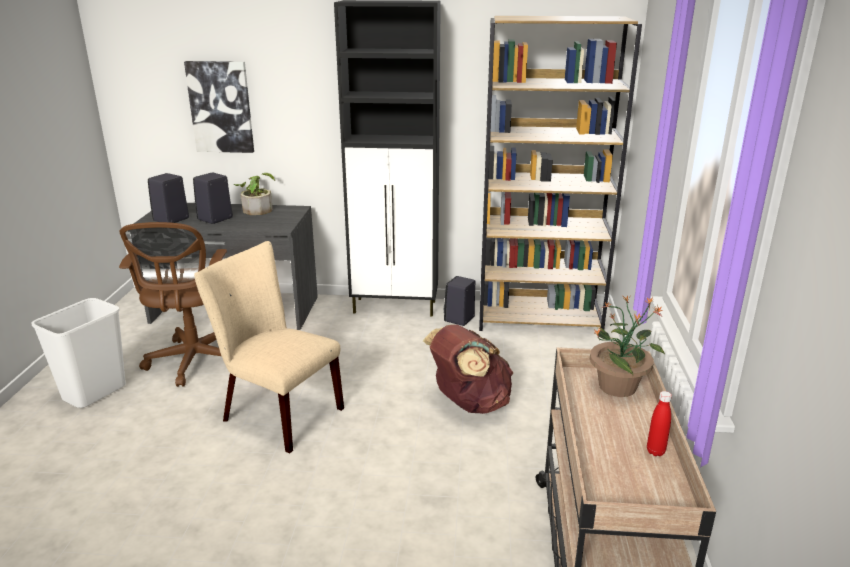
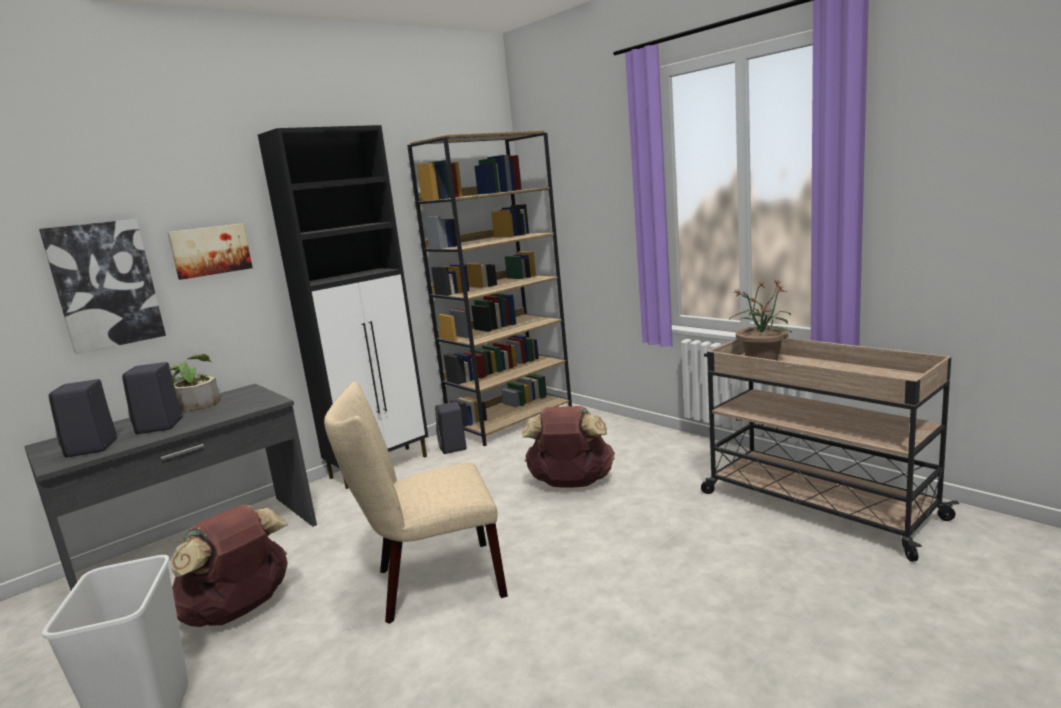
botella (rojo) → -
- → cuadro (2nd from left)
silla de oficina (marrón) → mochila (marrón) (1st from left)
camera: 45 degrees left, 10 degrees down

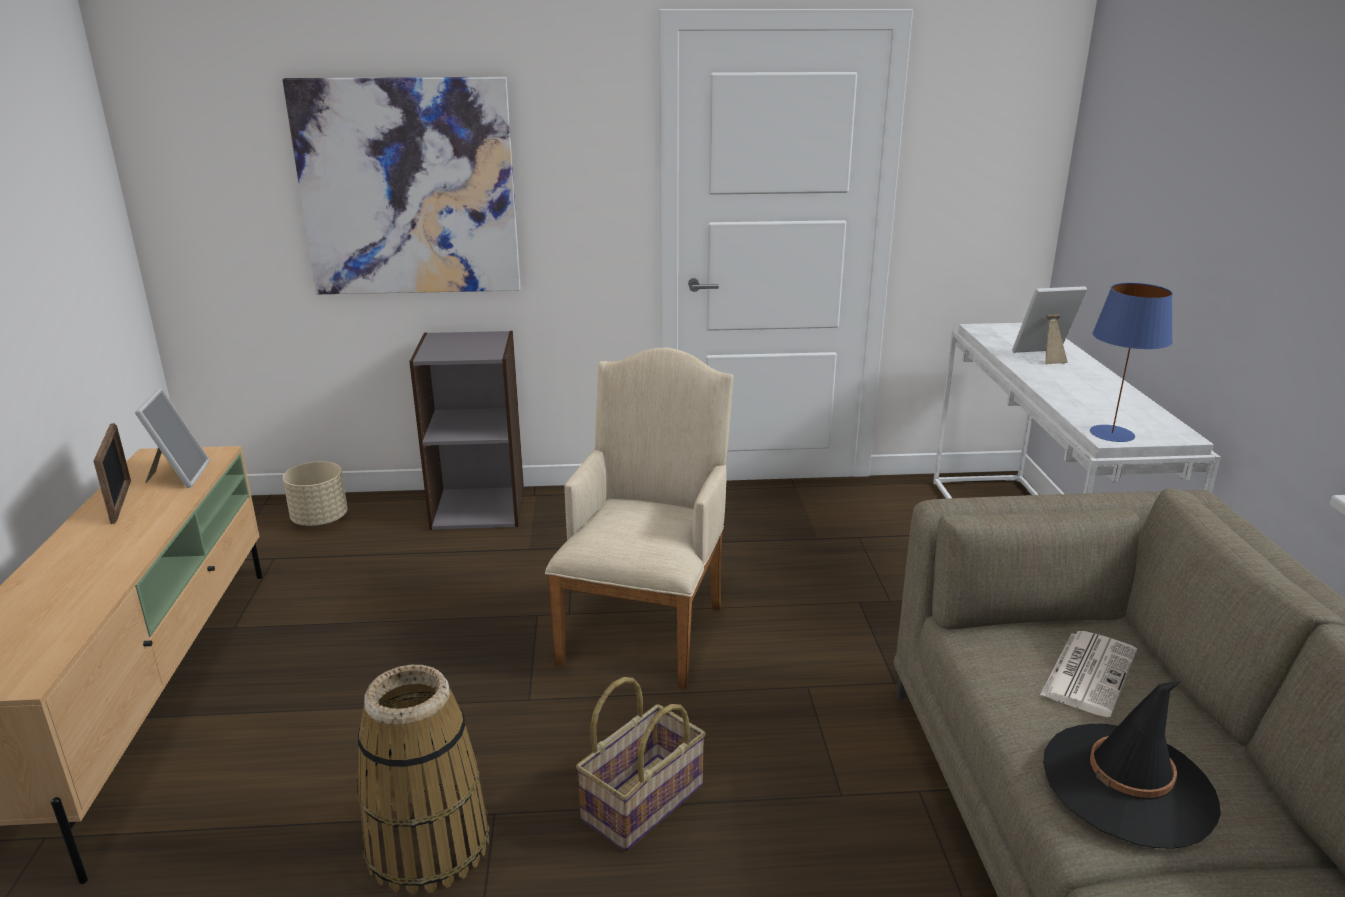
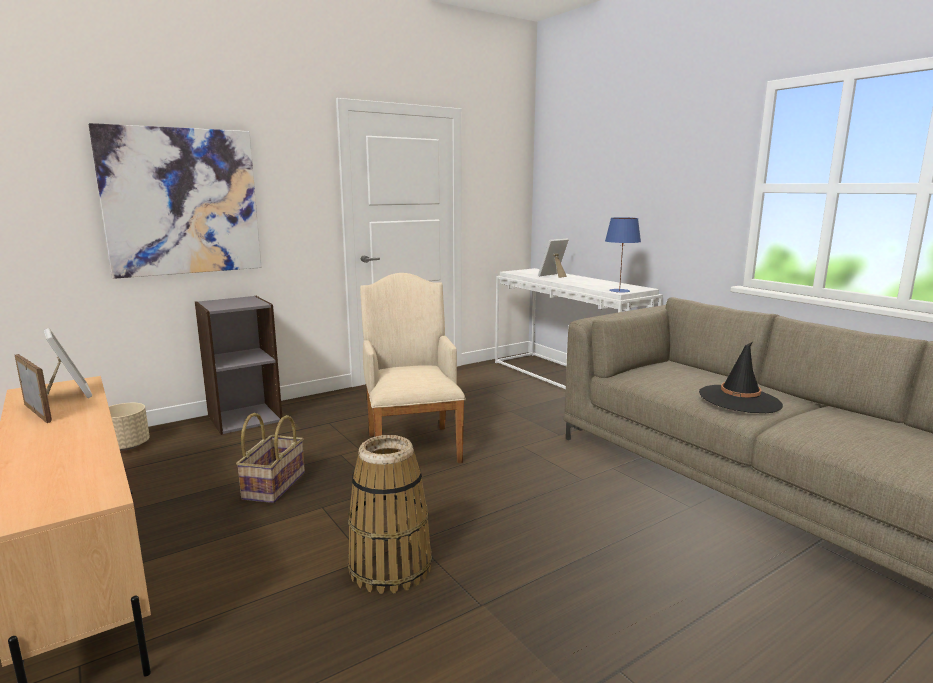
periódico → -
cesta (2nd from left in the first image) → cesta (1st from left), moved
camera: 30 degrees left, 10 degrees down

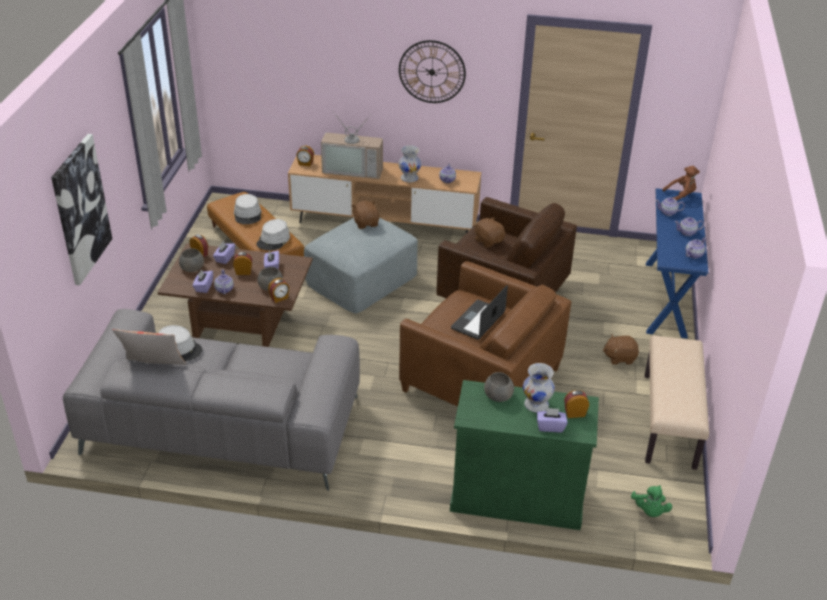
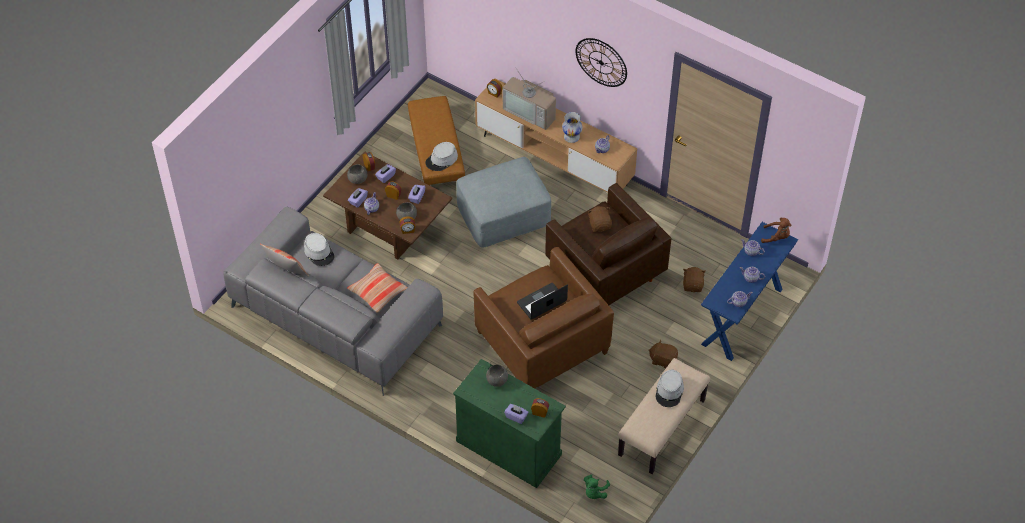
cuadro → -
florero (blanco) (2nd from left) → -
- → cojín (2nd from left)
sombrero (gris) (2nd from left in the first image) → sombrero (gris) (3rd from left), moved
peluche (marrón) (1st from left in the first image) → peluche (marrón) (3rd from left), moved
camera: 25 degrees right, 15 degrees up

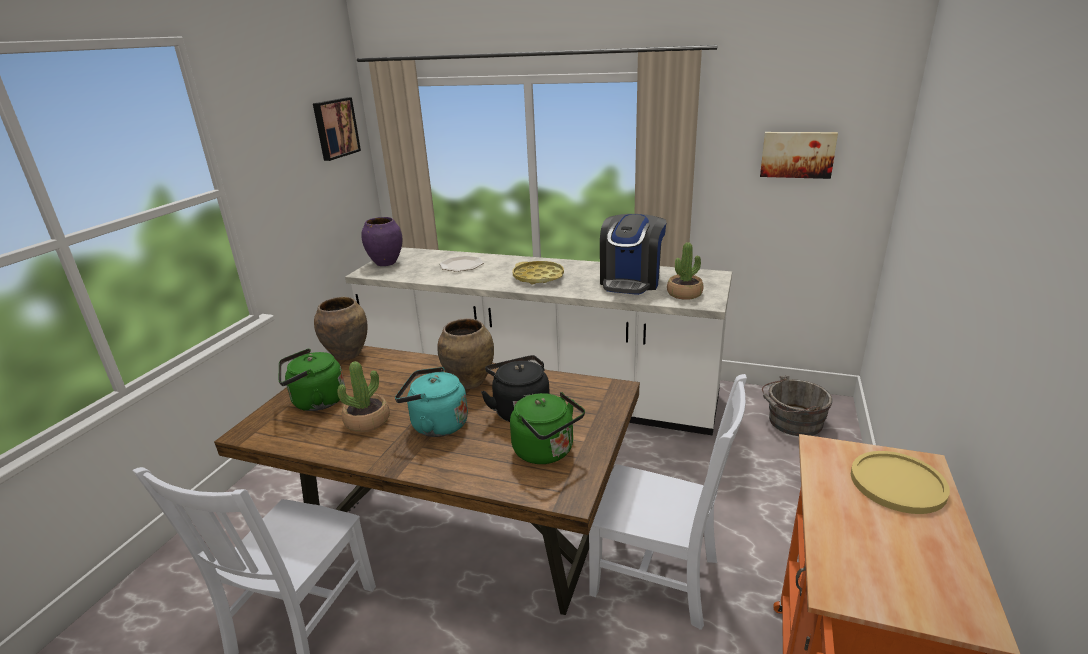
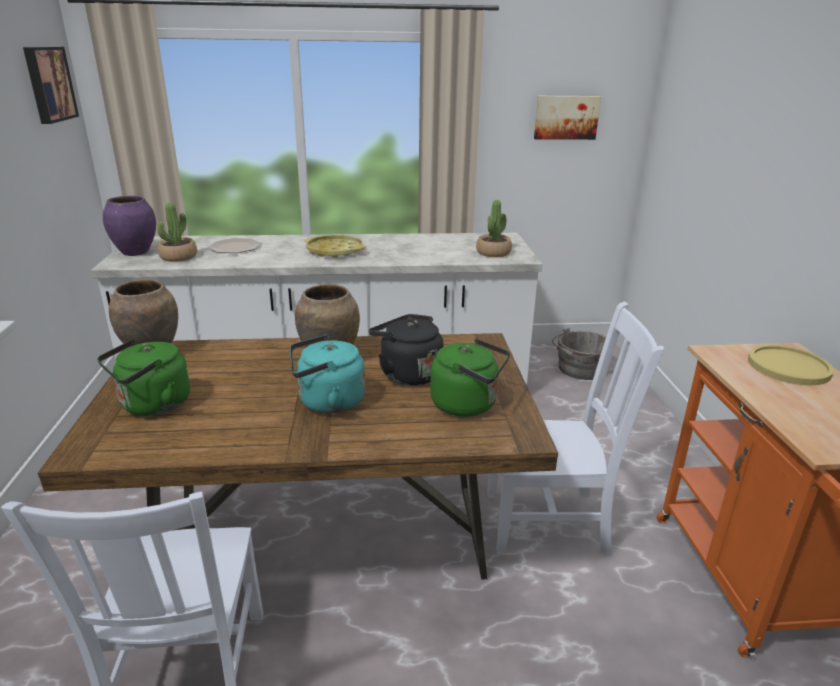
cafetera → -
planta en maceta (1st from left), moved
camera: 25 degrees left, 0 degrees up

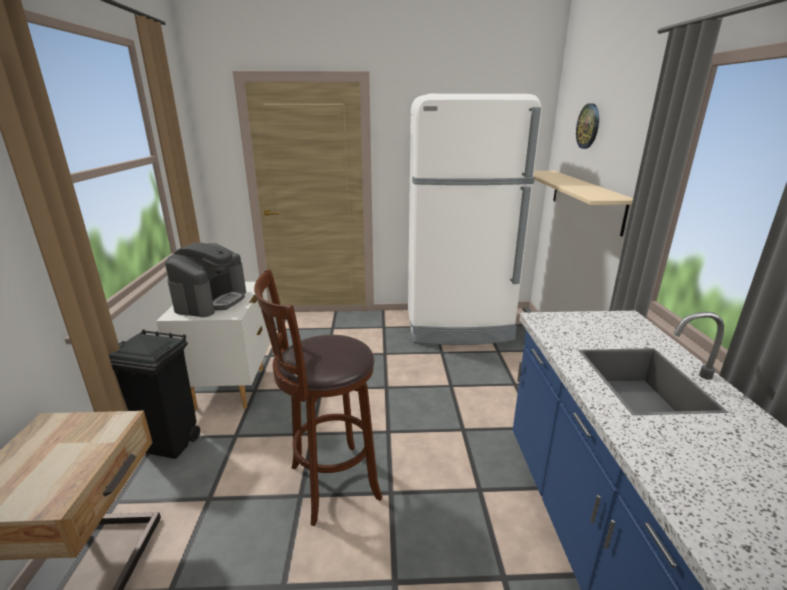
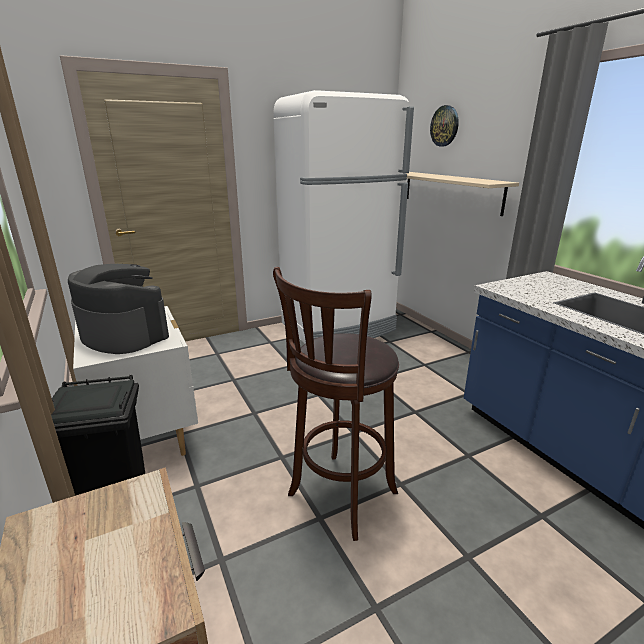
cafetera, 45 degrees counterclockwise
camera: 25 degrees left, 0 degrees up

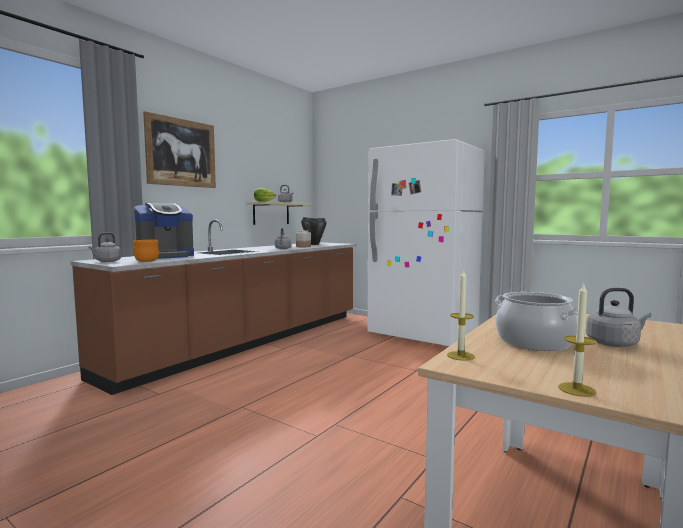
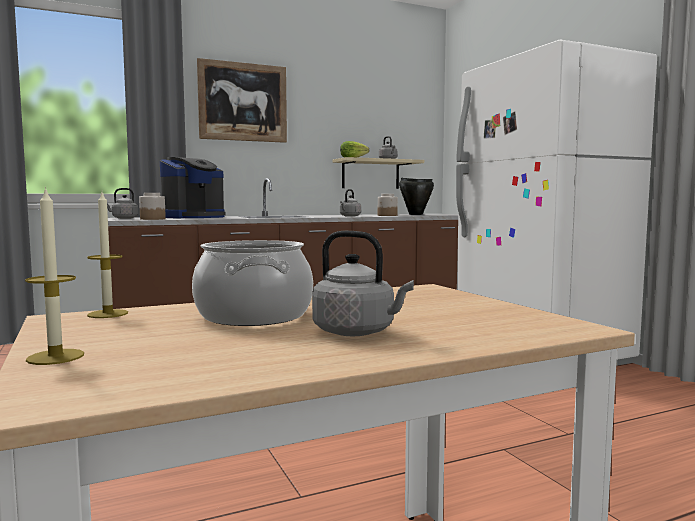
cuenco (naranja) → tarro (1st from left)
cafetera, 45 degrees counterclockwise
camera: 30 degrees right, 0 degrees up

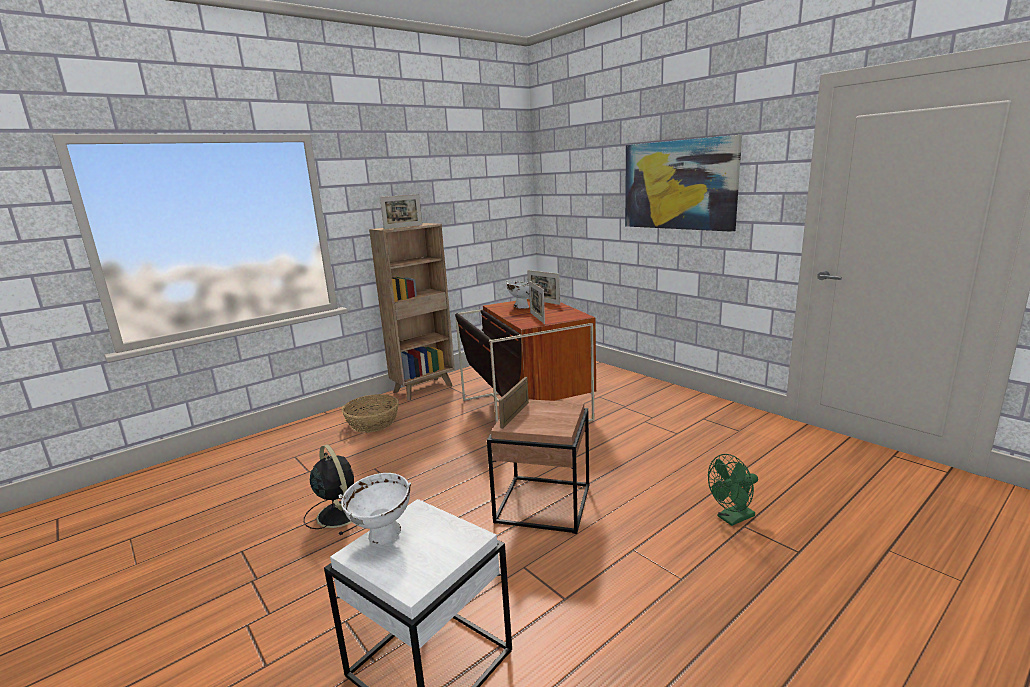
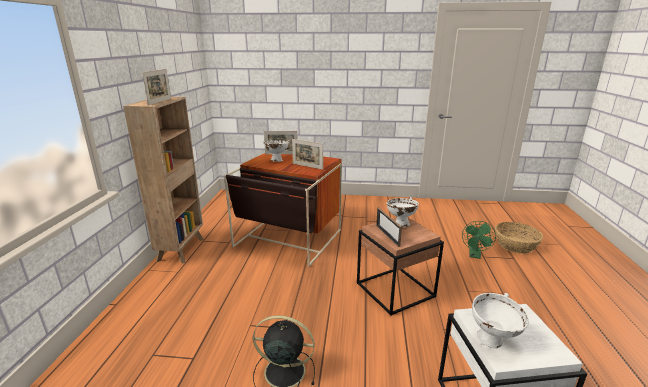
cuadro → -
- → cuenco (blanco) (2nd from left)
cesta, moved
camera: 45 degrees left, 5 degrees up

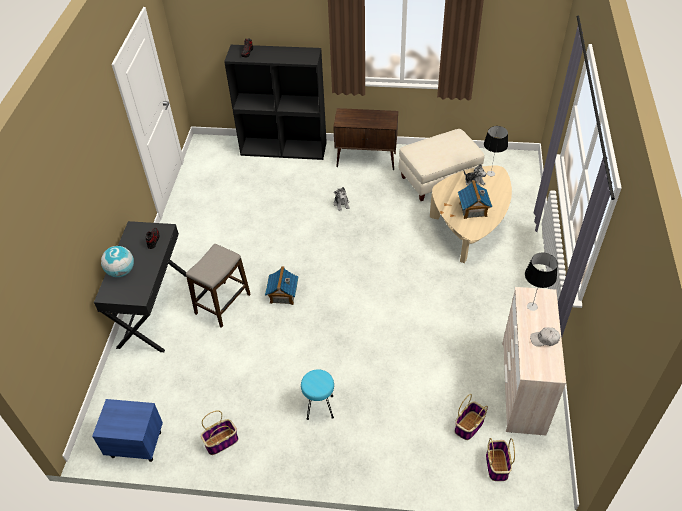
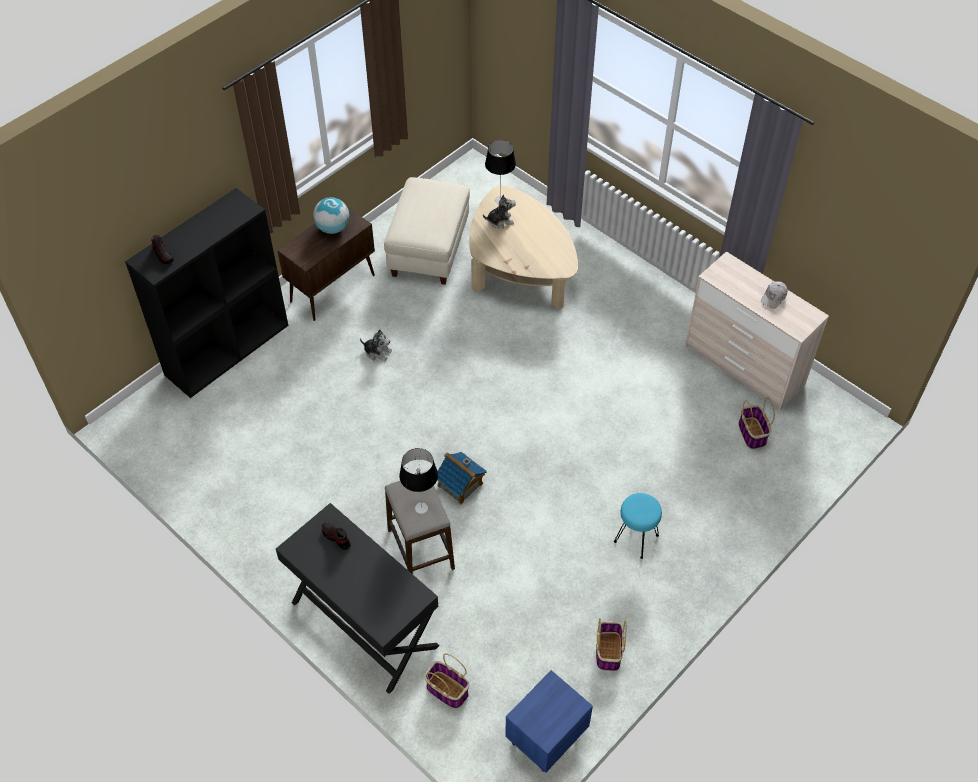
casita (2nd from left) → -
globo terráqueo, moved
cesta (3rd from left in the first image) → cesta (1st from left), moved
lámpara de mesa (2nd from left in the first image) → lámpara de mesa (1st from left), moved
camera: 55 degrees left, 5 degrees up

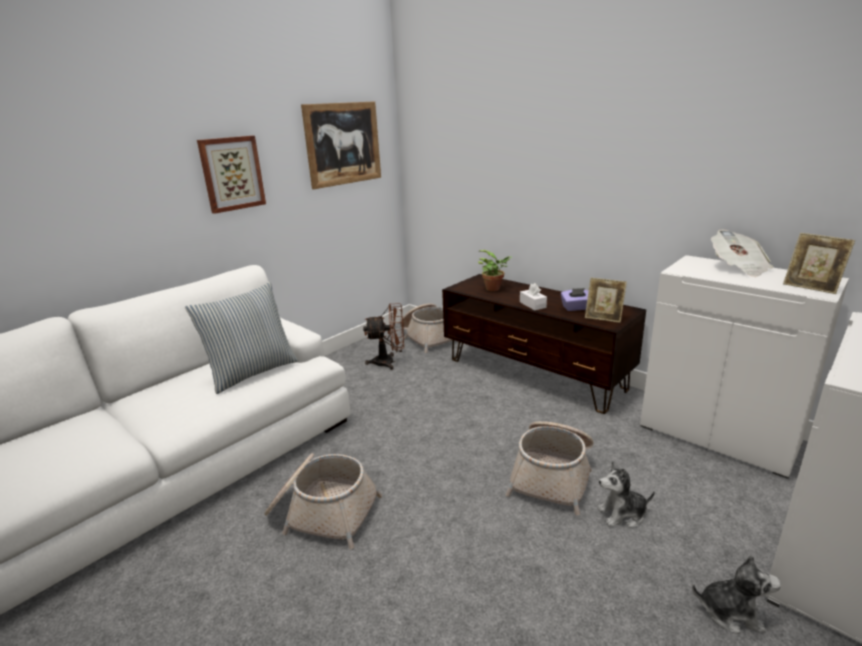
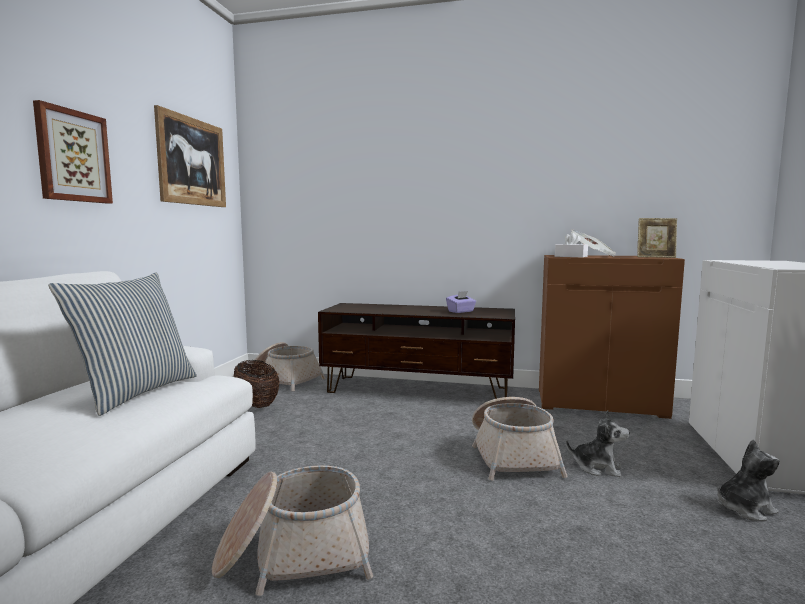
planta en maceta → -
portarretratos (1st from left) → -
caja de pañuelos (blanco), moved
ventilador (marrón) → cesta (1st from left)
armario (blanco) (1st from left) → armario (marrón)
peluche (1st from left), 120 degrees counterclockwise
camera: 30 degrees left, 15 degrees down

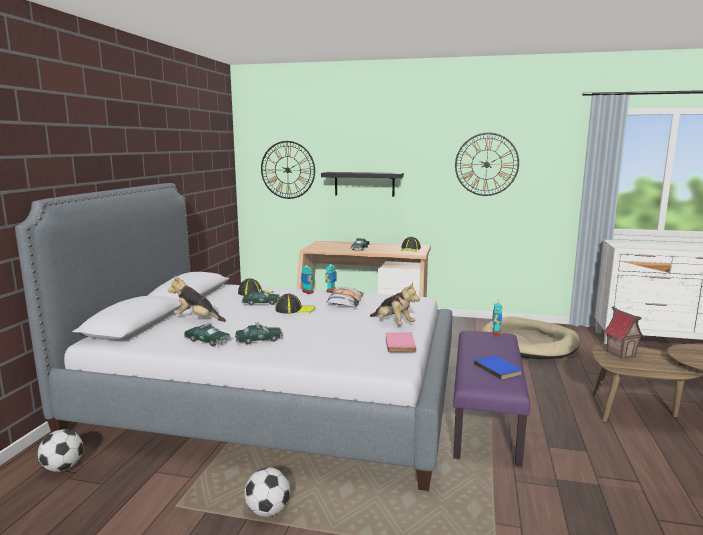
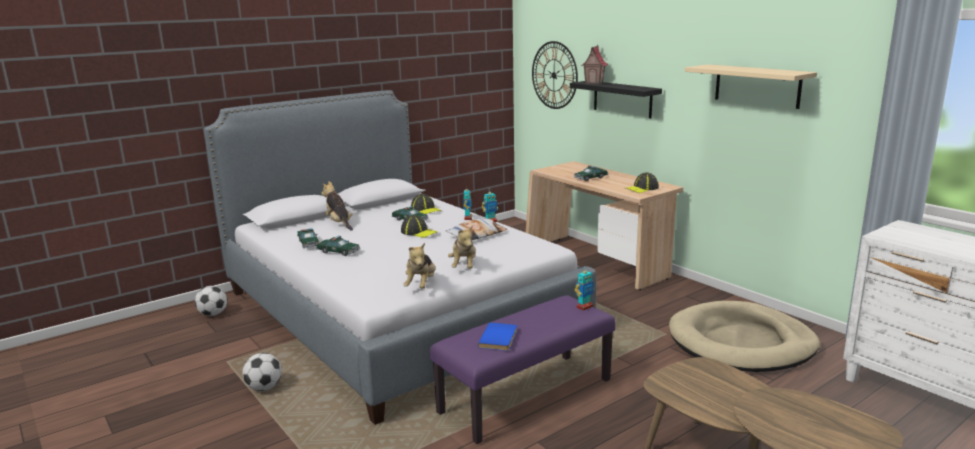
casita, moved
libro (rosa) → peluche (2nd from left)
reloj de pared (2nd from left) → estante (beis)
camera: 40 degrees right, 5 degrees up

